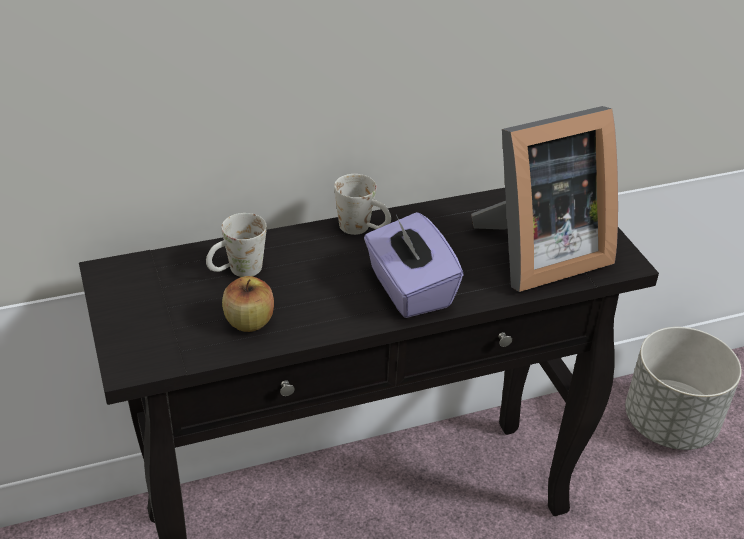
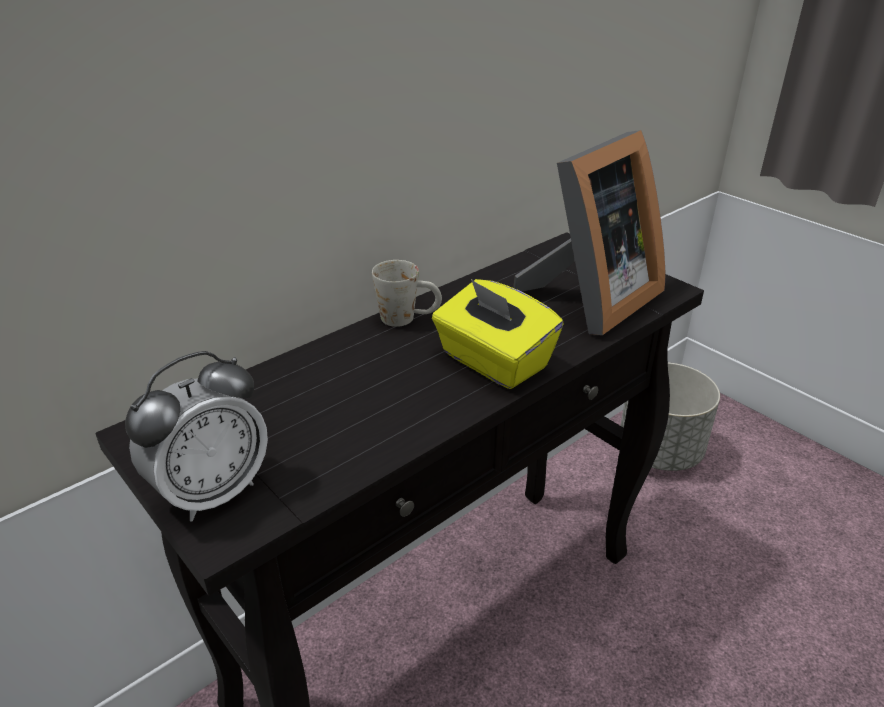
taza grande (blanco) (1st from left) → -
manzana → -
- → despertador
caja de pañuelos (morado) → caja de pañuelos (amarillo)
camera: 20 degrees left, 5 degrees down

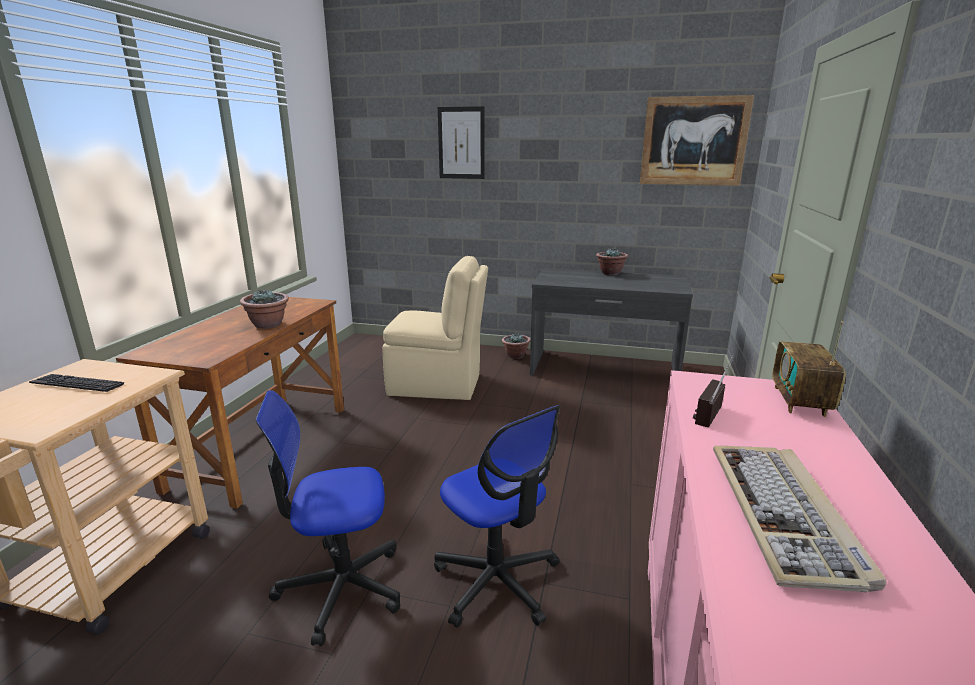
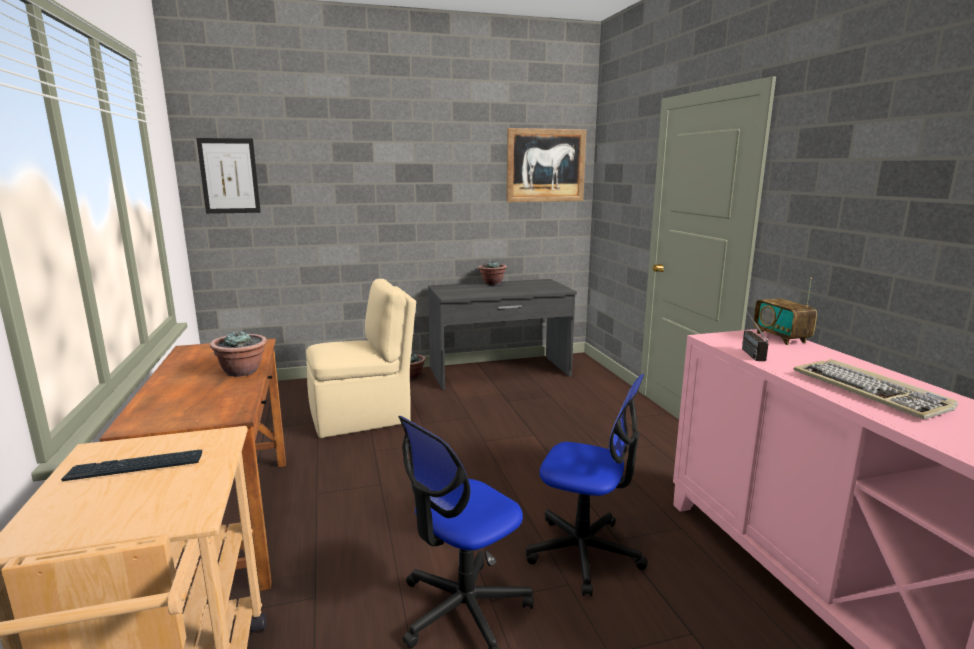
cuadro (1st from left), moved
camera: 30 degrees left, 5 degrees down

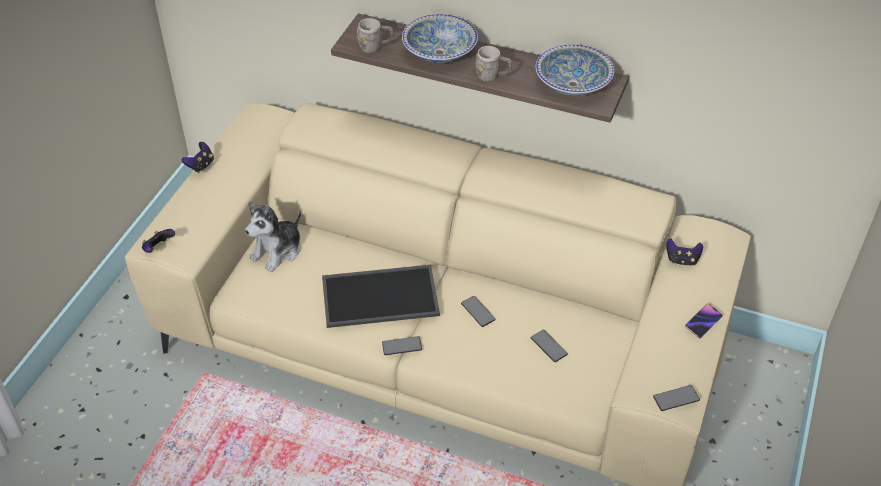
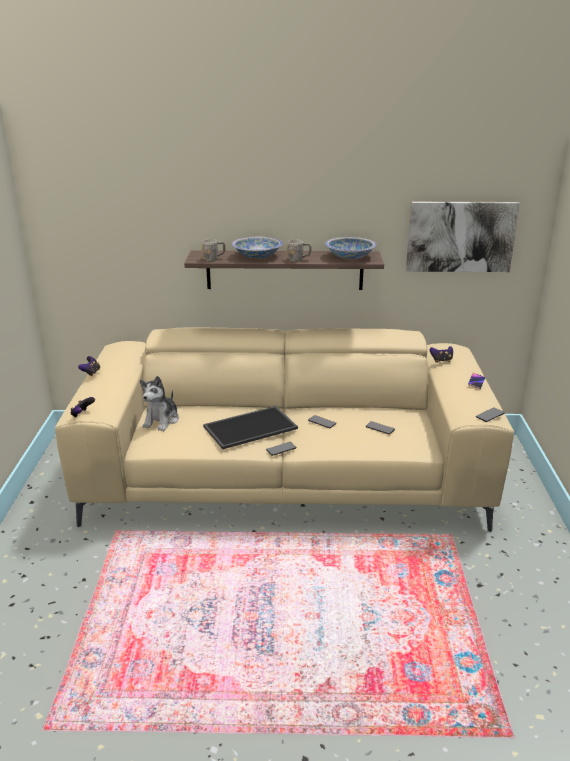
- → cuadro
camera: 20 degrees left, 20 degrees down

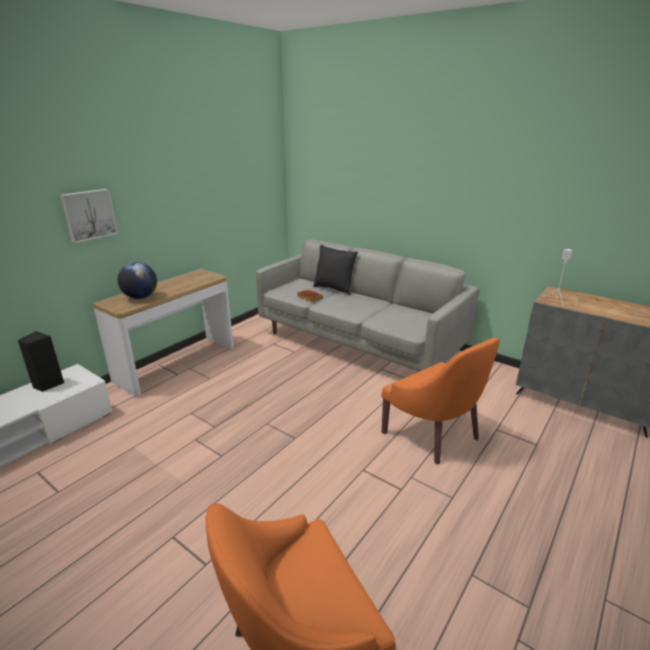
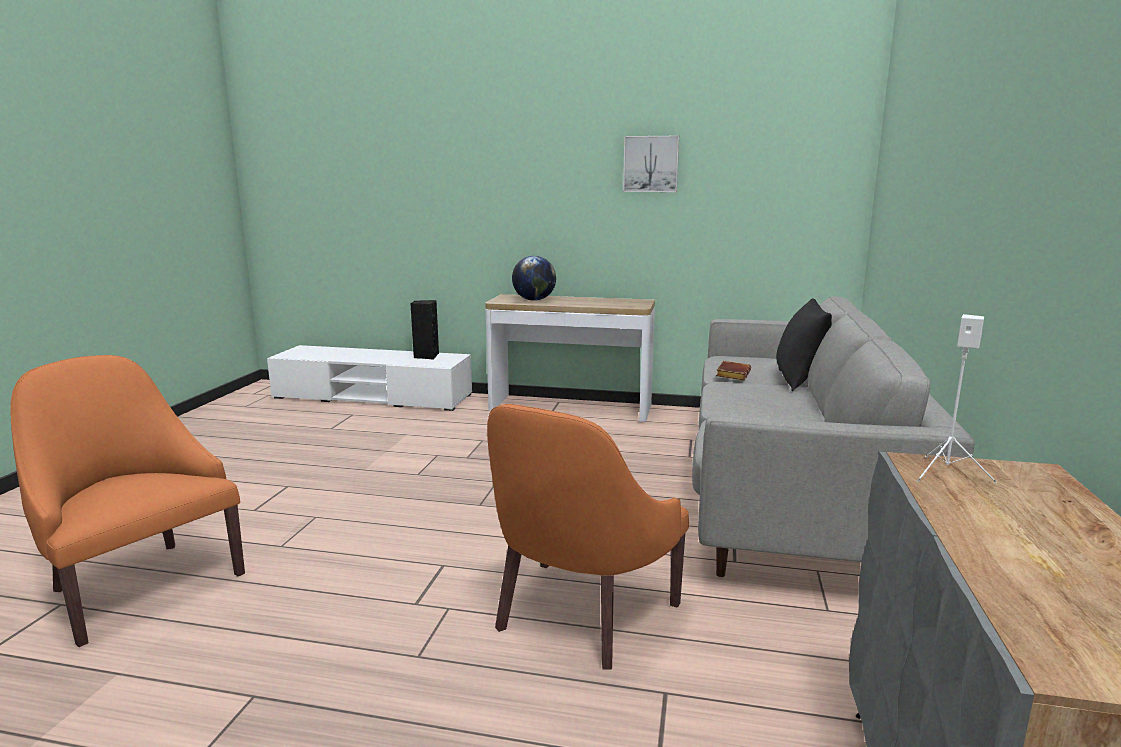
cuadro, moved
camera: 65 degrees right, 10 degrees down

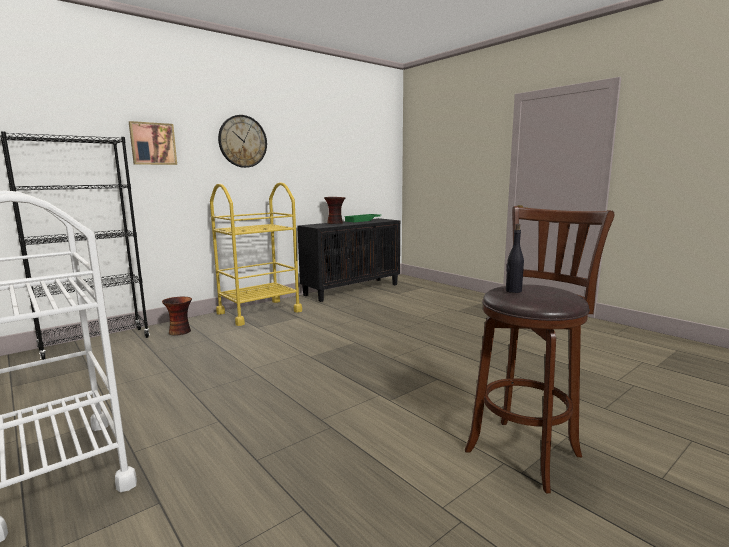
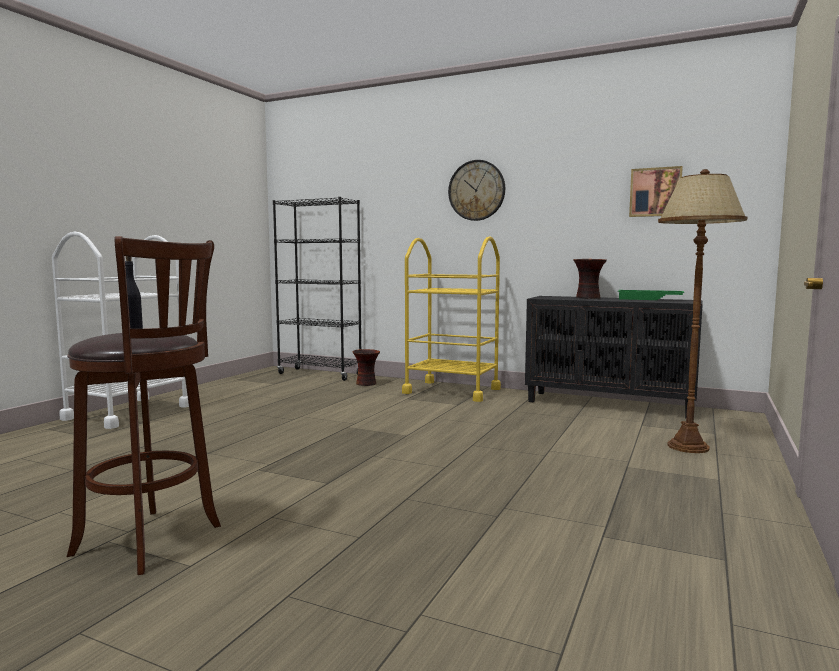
- → lámpara de pie (marrón)
cuadro, moved
camera: 65 degrees right, 5 degrees down

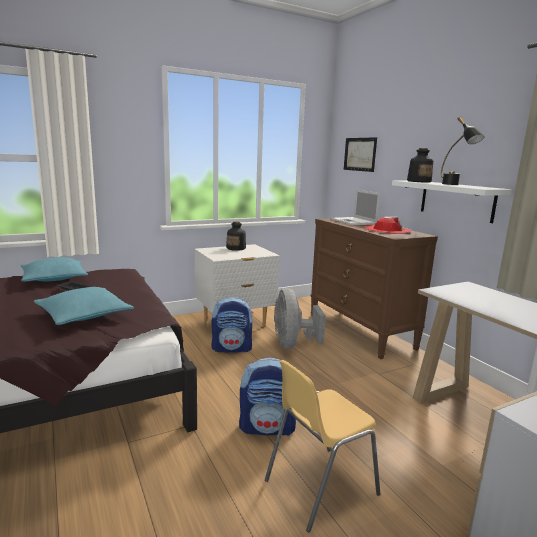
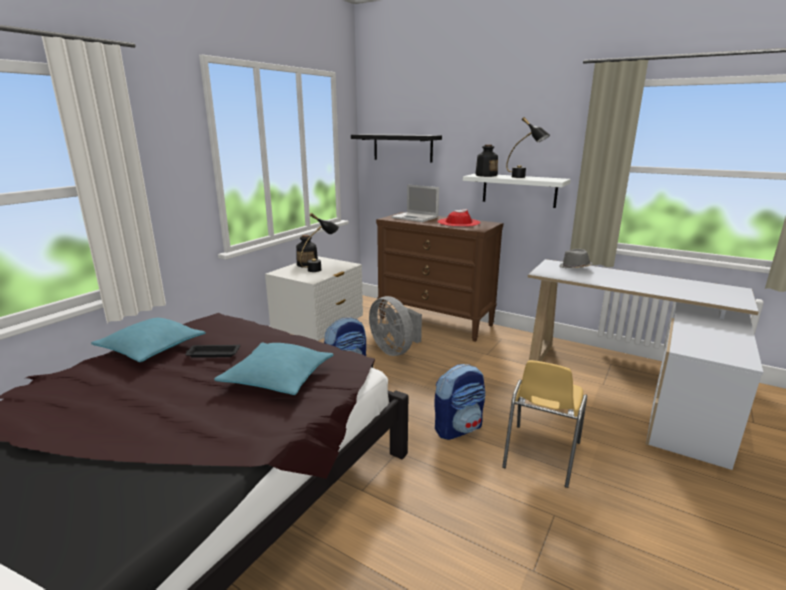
- → lámpara de mesa (negro) (1st from left)
- → sombrero (gris)
cuadro → estante (negro)
camera: 30 degrees left, 5 degrees up

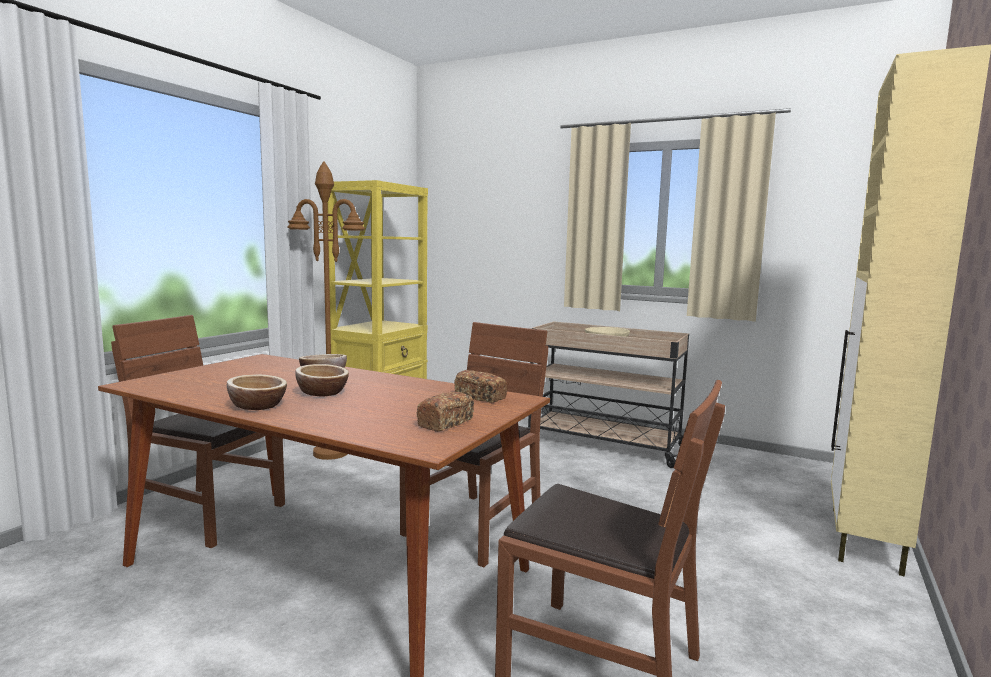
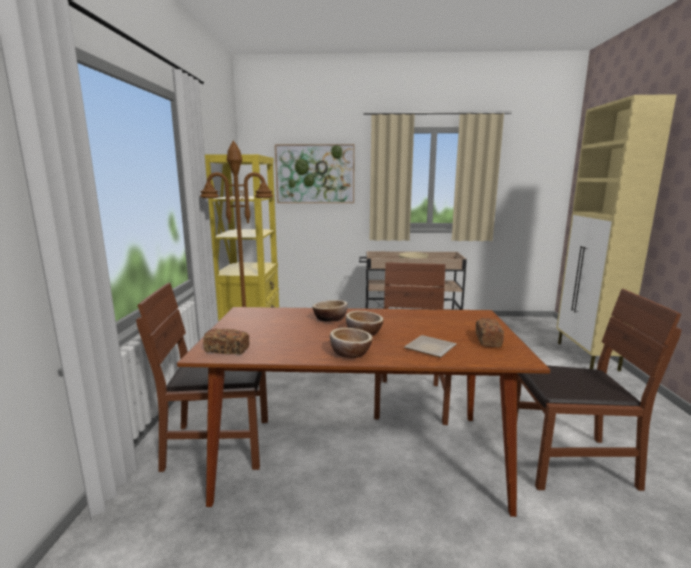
- → cuadro
- → plato
pan (2nd from left in the first image) → pan (1st from left), moved
camera: 25 degrees left, 5 degrees up

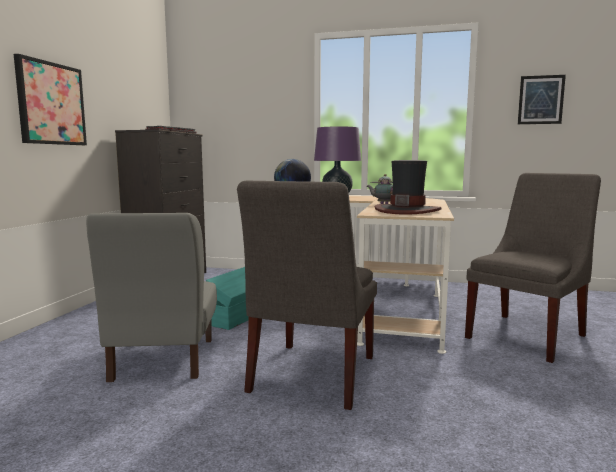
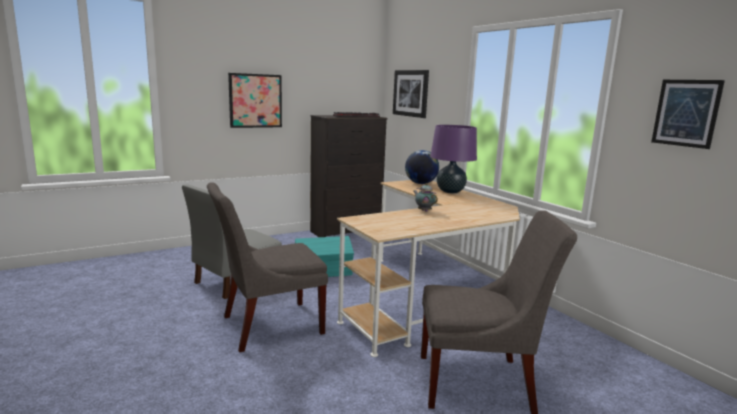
sombrero → -
- → cuadro (2nd from left)
camera: 45 degrees right, 5 degrees up

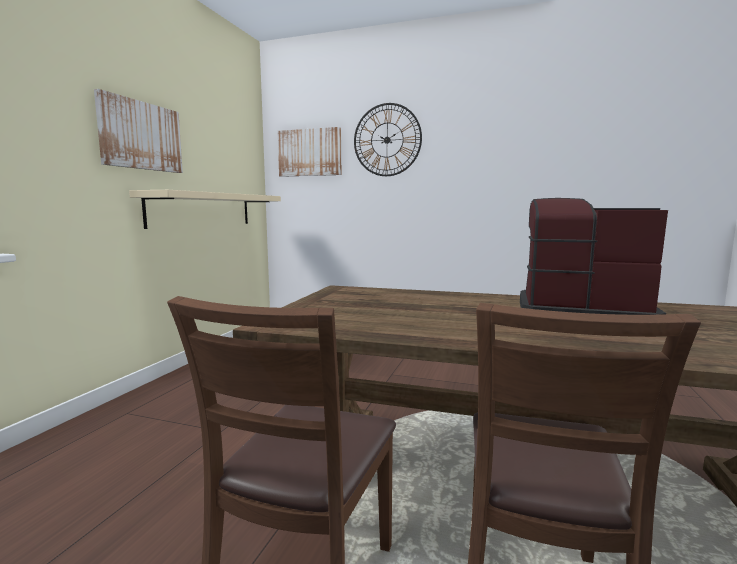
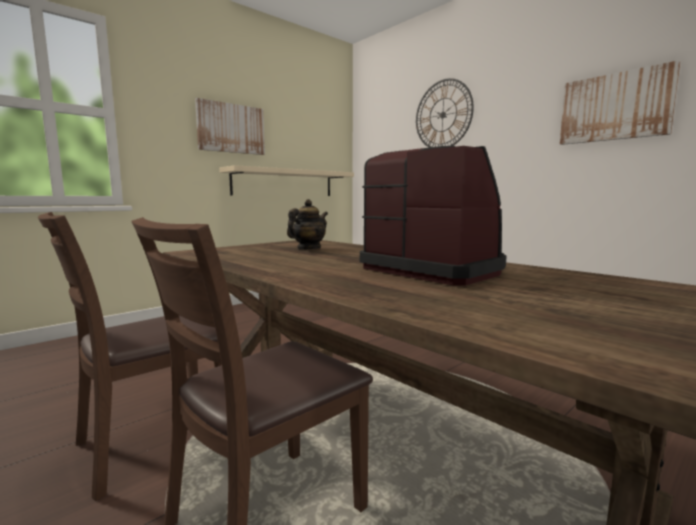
- → tetera
cuadro (2nd from left), moved
camera: 30 degrees right, 0 degrees up

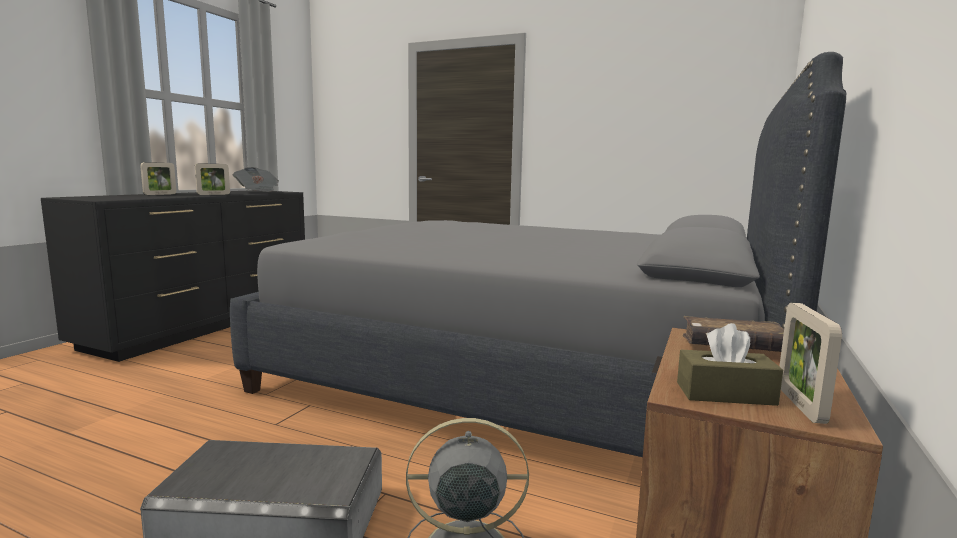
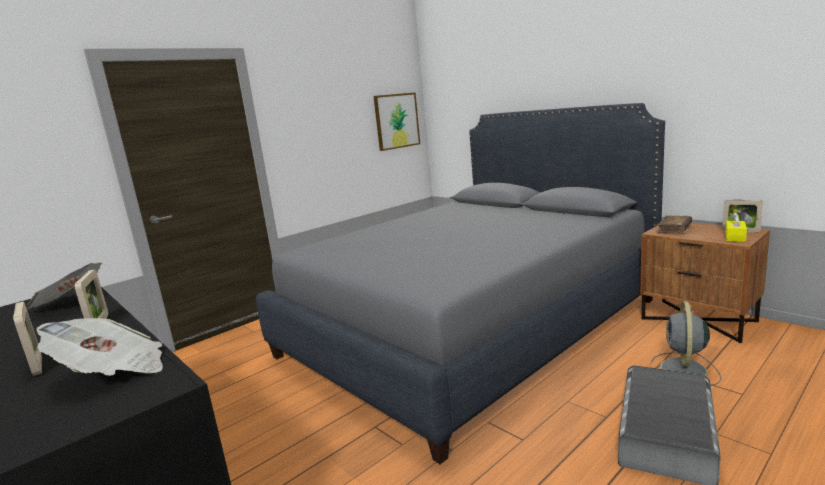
- → periódico (2nd from left)
- → cuadro
caja de pañuelos (marrón) → caja de pañuelos (amarillo)
camera: 65 degrees left, 5 degrees up

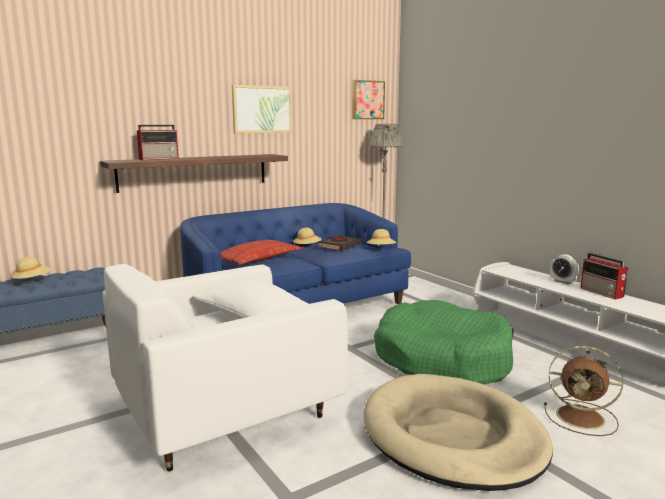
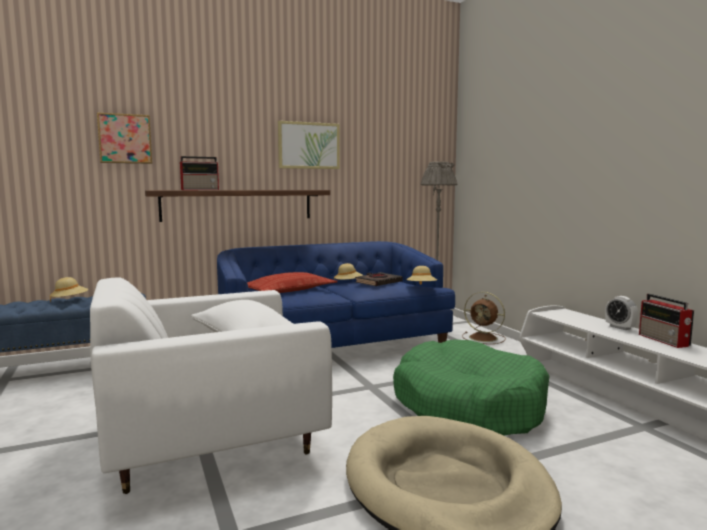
cuadro (2nd from left in the first image) → cuadro (1st from left), moved
ventilador (marrón), moved
camera: 10 degrees right, 5 degrees down

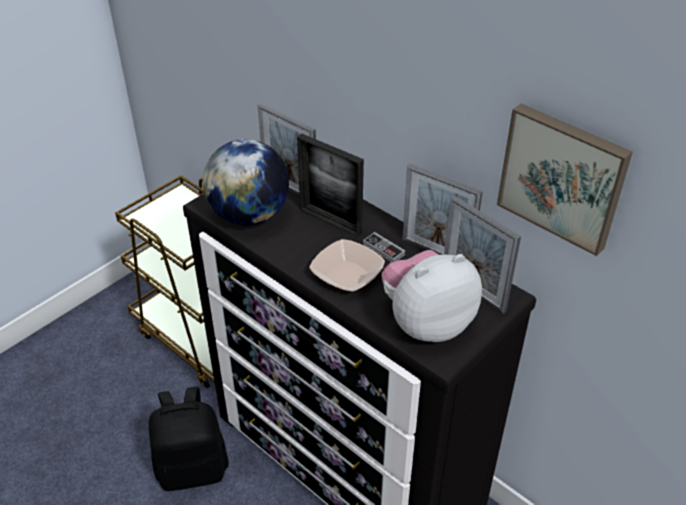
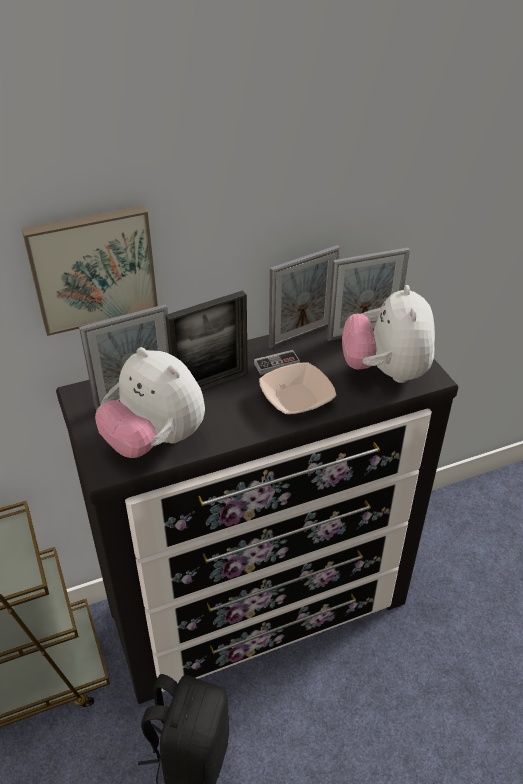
cuadro, moved
globo terráqueo → peluche (1st from left)
camera: 65 degrees left, 0 degrees up

